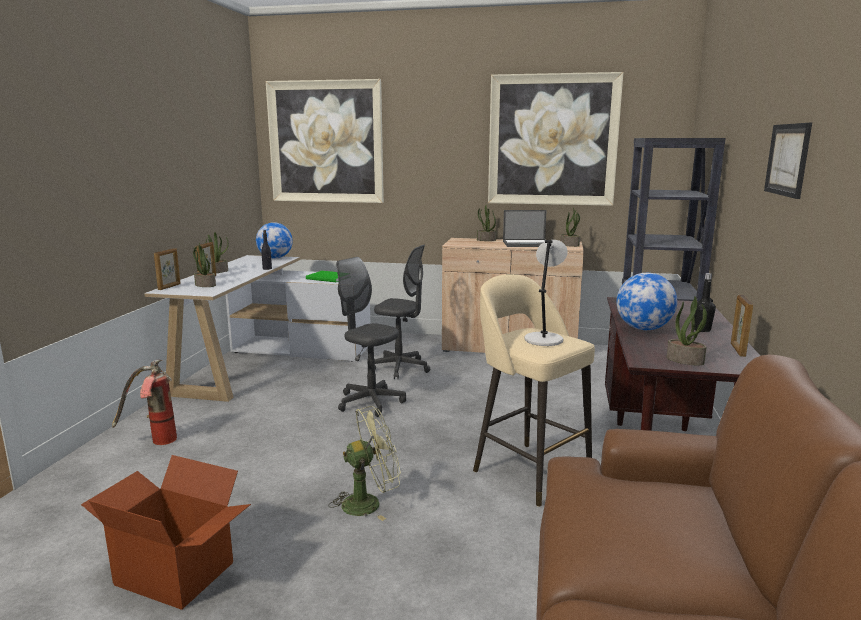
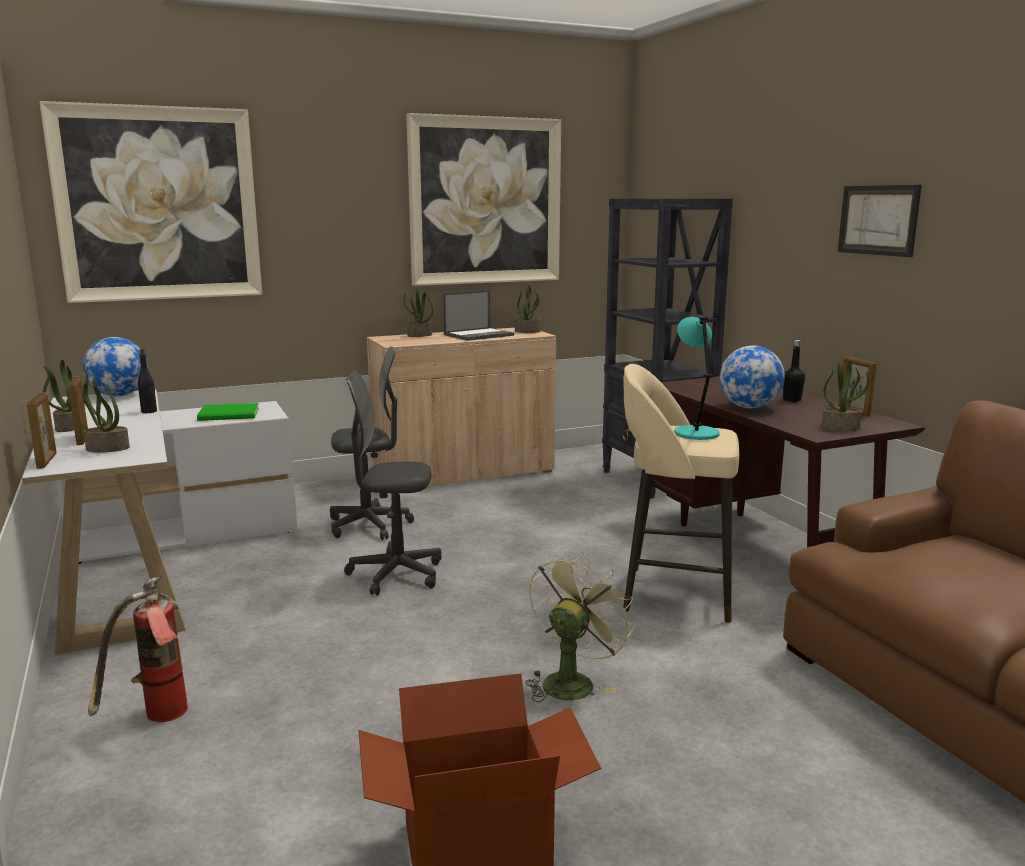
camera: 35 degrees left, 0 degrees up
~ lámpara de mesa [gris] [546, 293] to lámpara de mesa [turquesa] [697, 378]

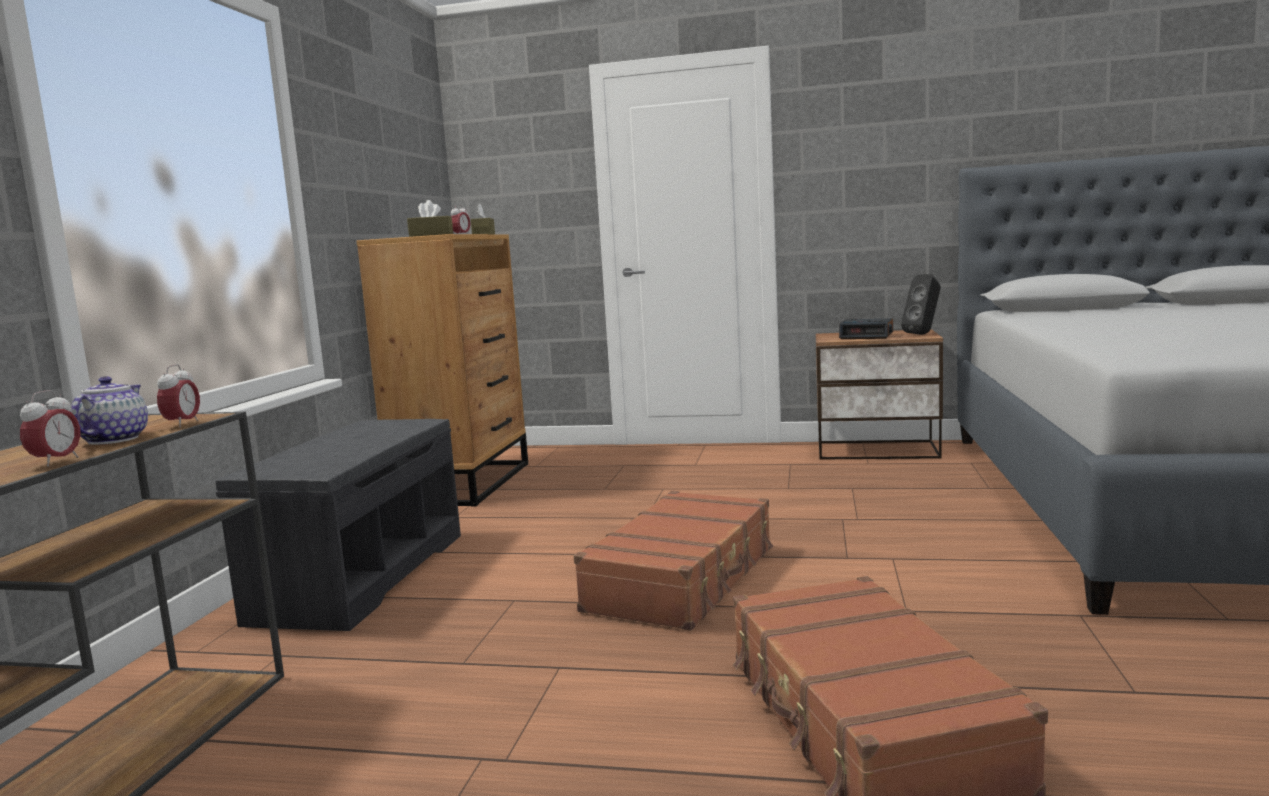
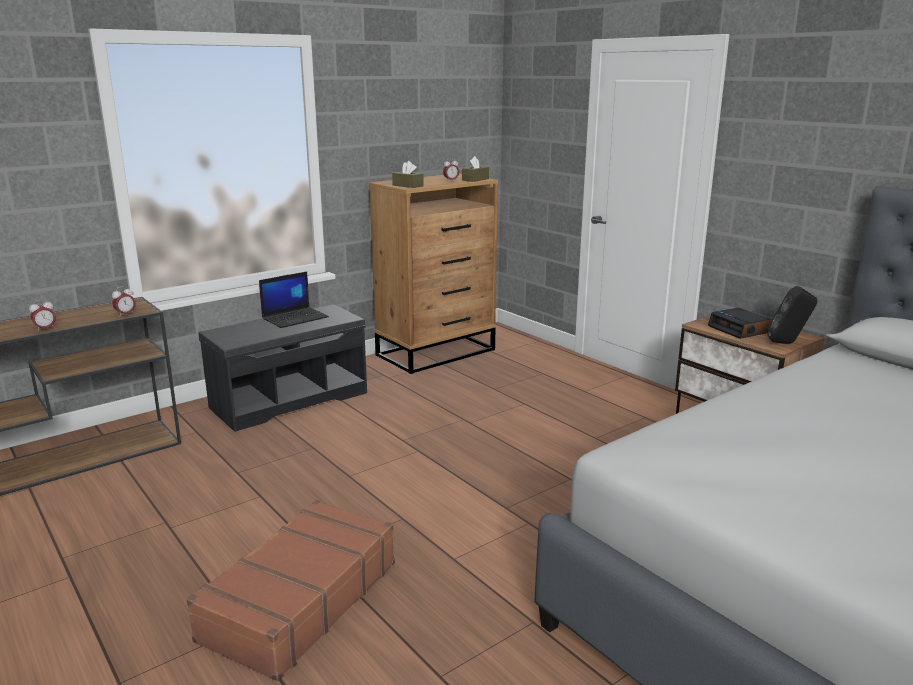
camera: 40 degrees right, 10 degrees up
+ portátil [294, 300]
- tetera [109, 410]
- maleta [marrón] [673, 561]

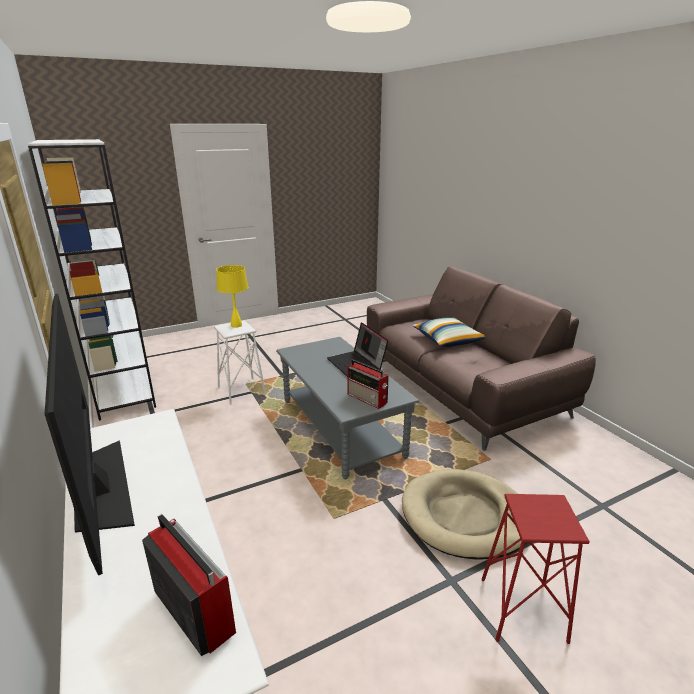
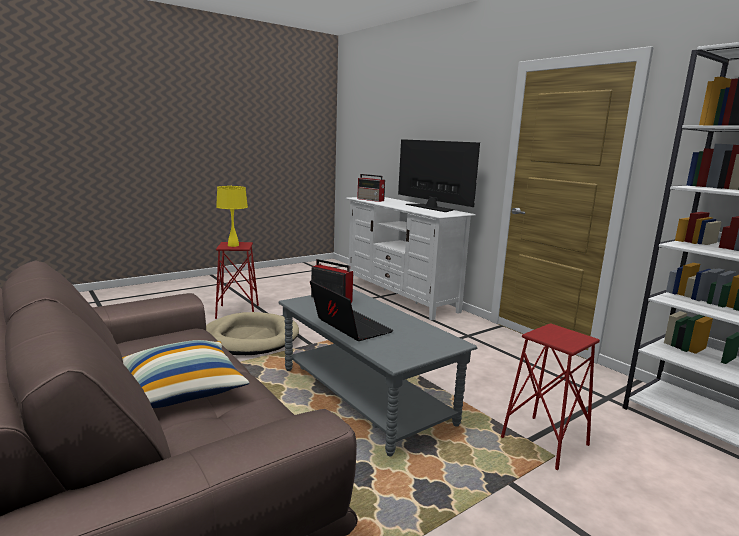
camera: 170 degrees right, 10 degrees down
~ lámpara de mesa [amarillo] [232, 296] to [232, 216]
~ taburete [blanco] [240, 362] to taburete [rojo] [550, 396]

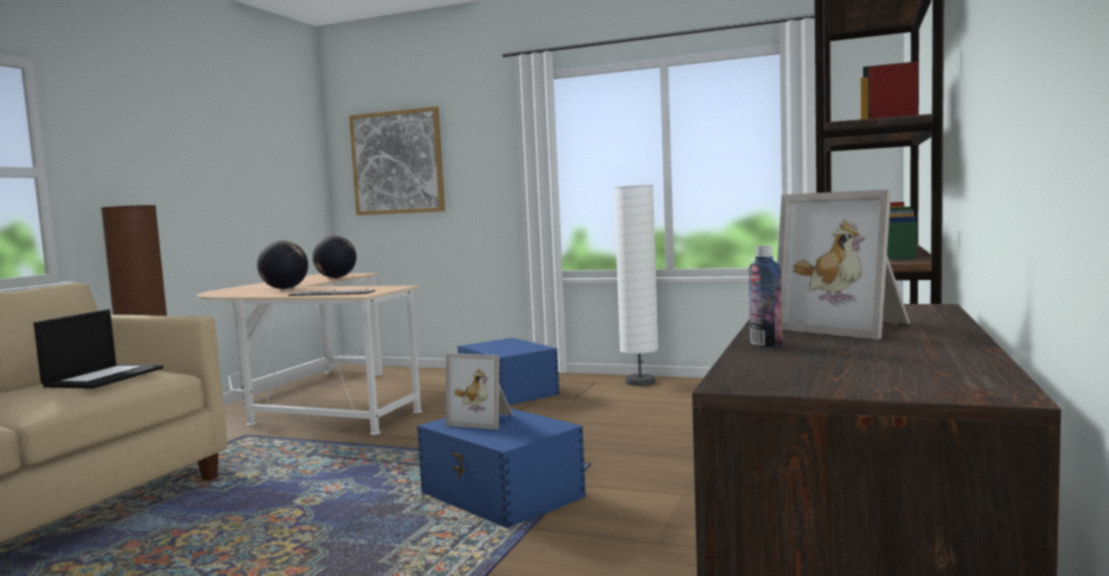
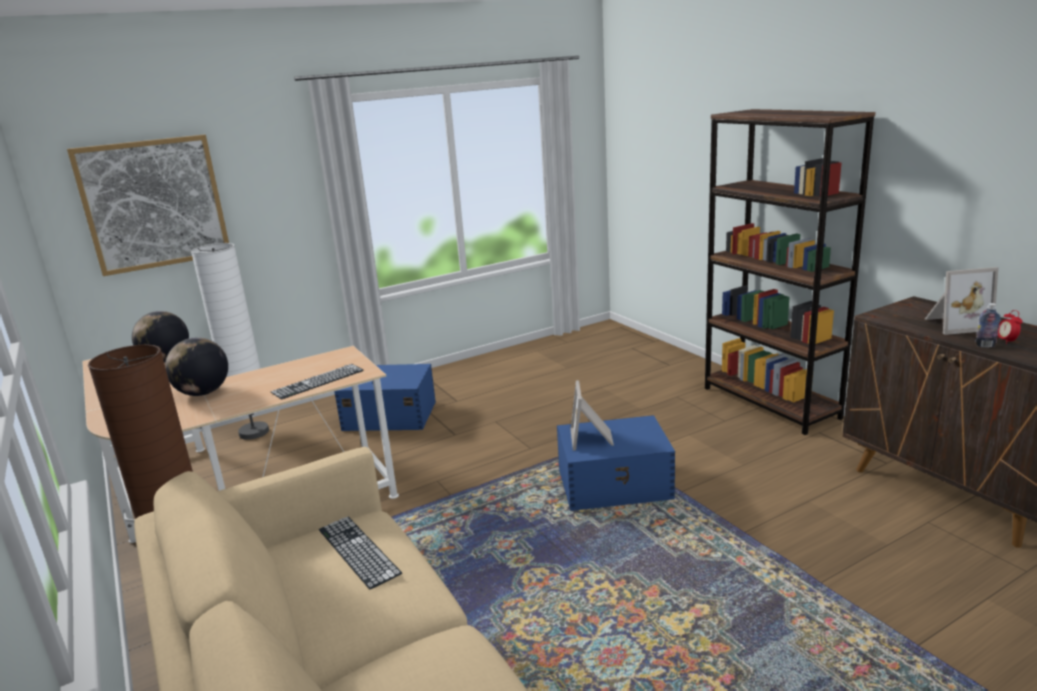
camera: 50 degrees left, 15 degrees up
~ lámpara de pie [blanco] [636, 285] to [230, 341]
~ portátil [98, 349] to teclado [360, 553]
~ portarretratos [479, 391] = [592, 415] 120 degrees clockwise
+ despertador [1009, 327]

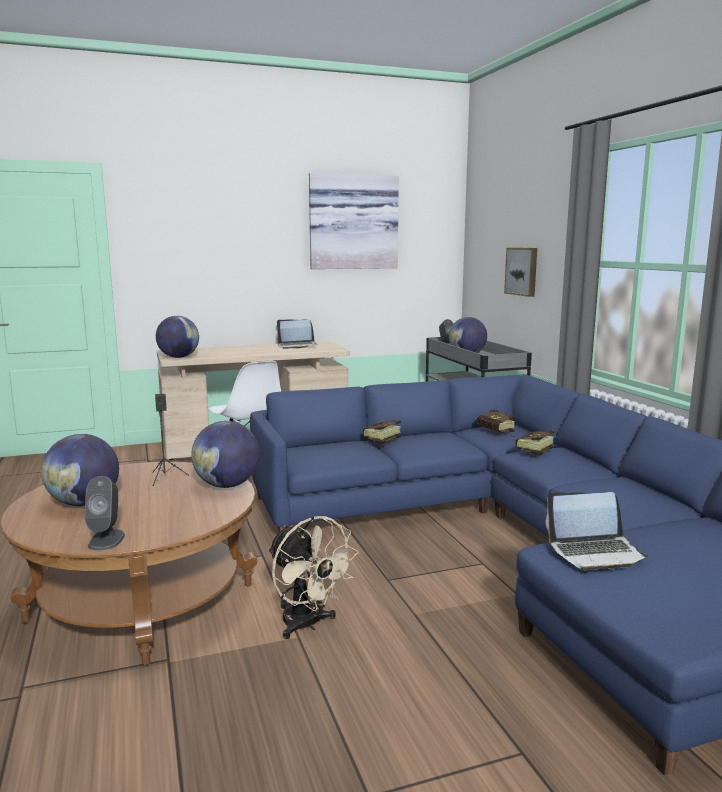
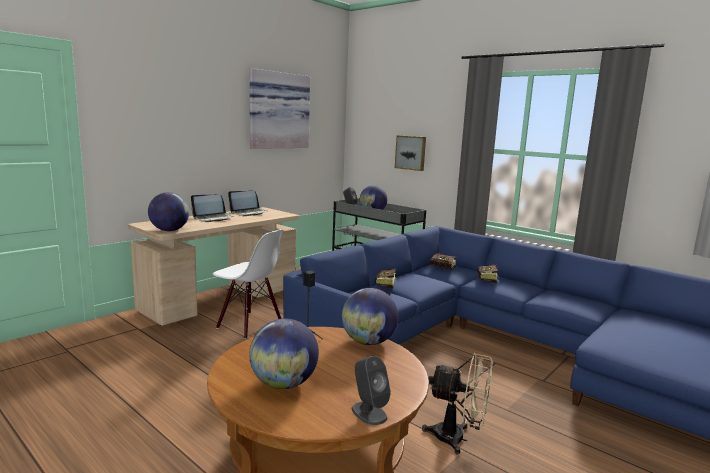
camera: 30 degrees left, 0 degrees up
~ portátil [597, 531] to [212, 208]

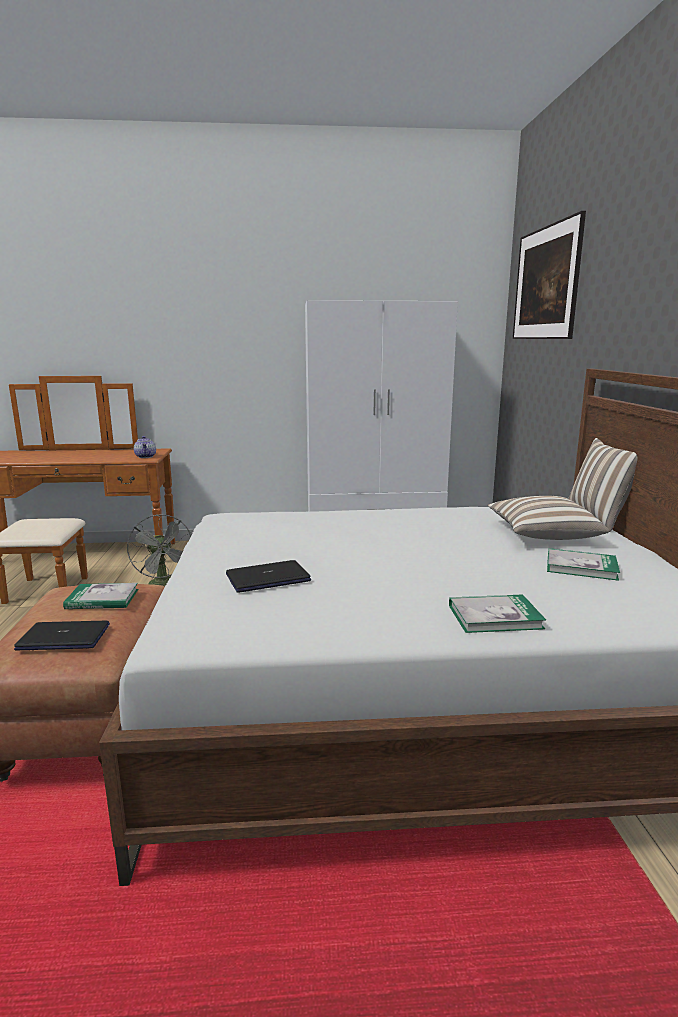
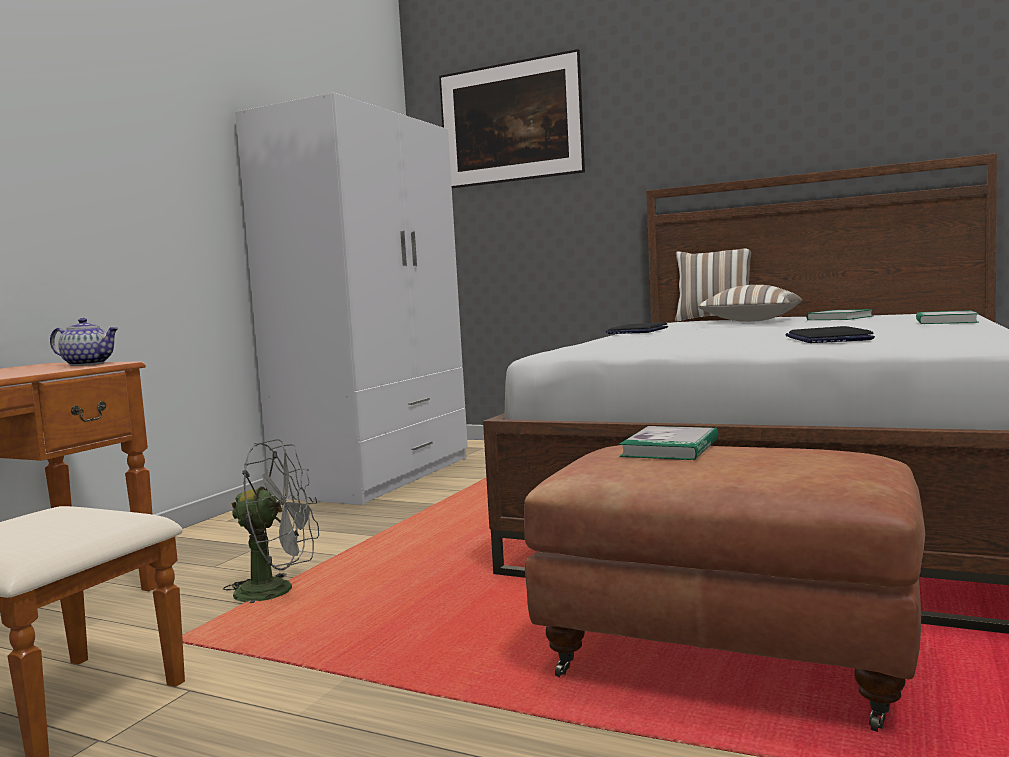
camera: 60 degrees left, 10 degrees down
~ portátil [62, 635] to [637, 328]

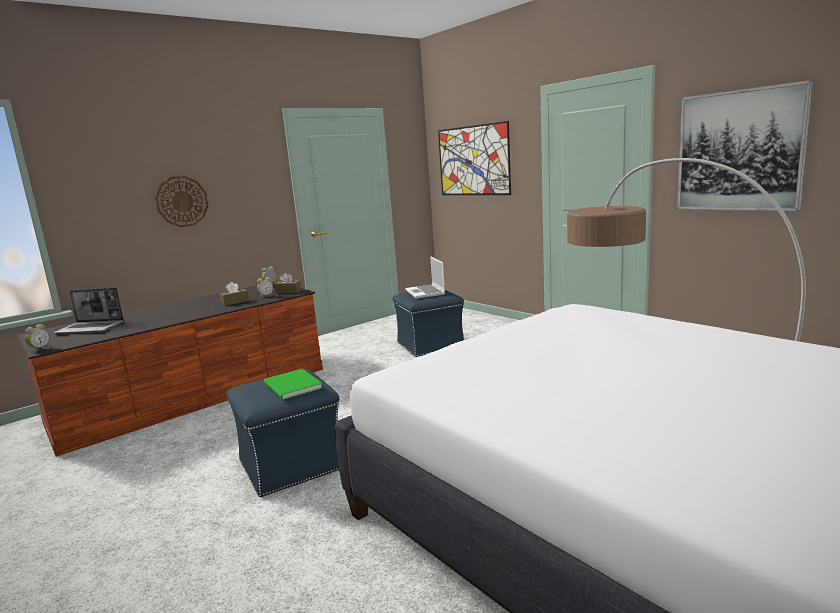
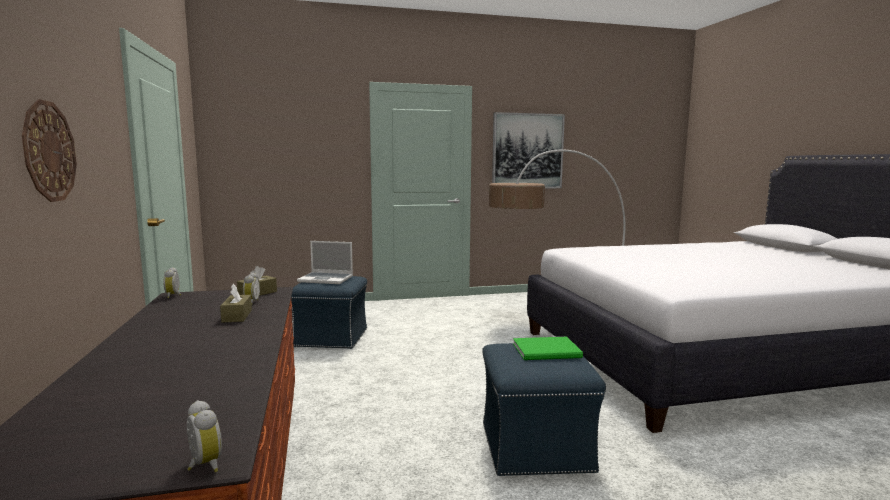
camera: 65 degrees left, 5 degrees down
- portátil [88, 311]
- cuadro [474, 158]

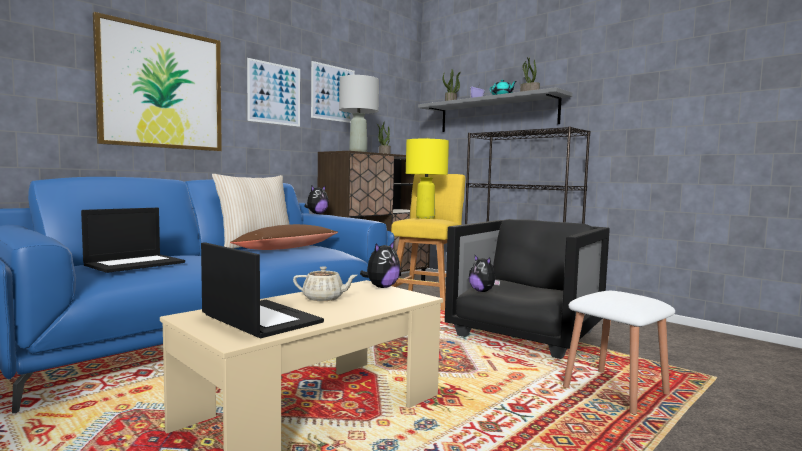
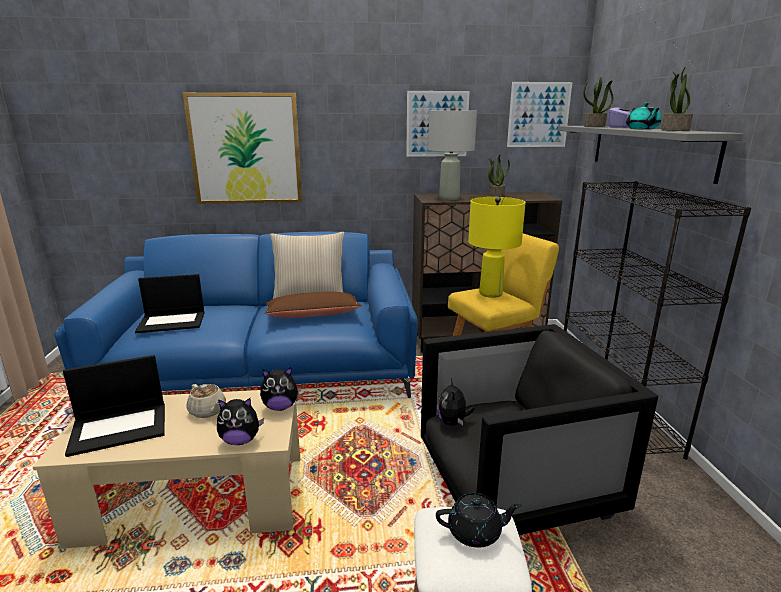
camera: 40 degrees right, 15 degrees up
~ portátil [262, 290] = [114, 406] 75 degrees clockwise
~ peluche [316, 200] to [240, 421]
+ tetera [negro] [479, 520]
~ cuadro [273, 92] to [539, 114]

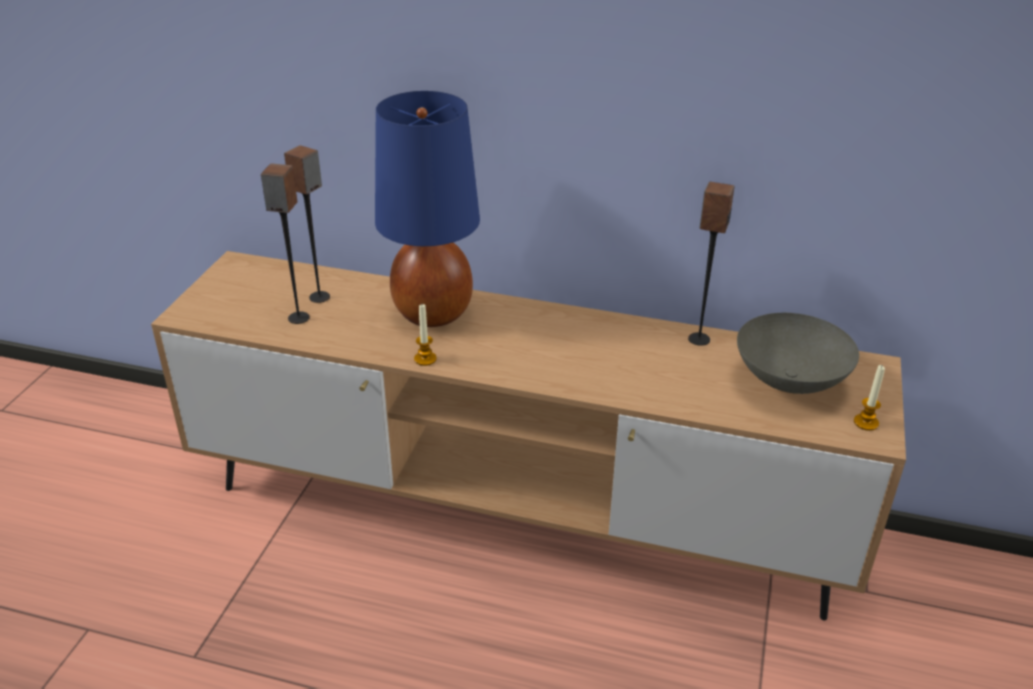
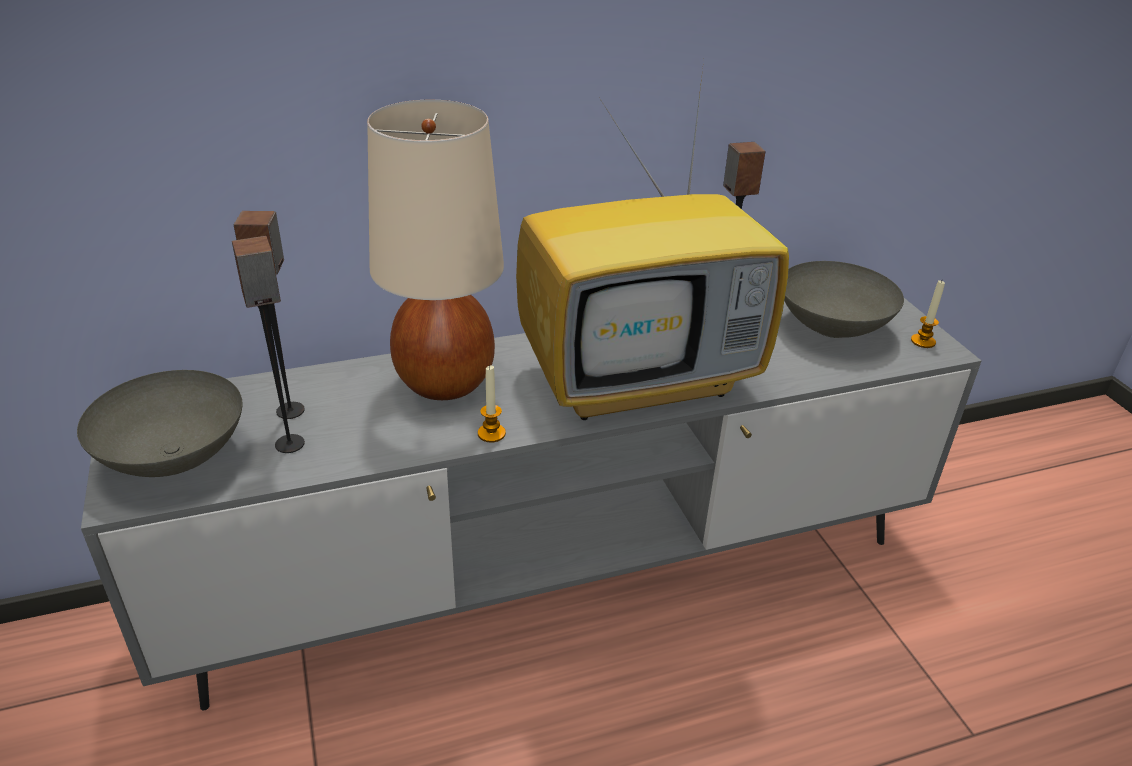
camera: 35 degrees left, 0 degrees up
+ cuenco [gris] [160, 423]
~ mueble de televisión [marrón] [528, 436] to mueble de televisión [gris] [531, 504]
~ lámpara de mesa [azul] [427, 209] to lámpara de mesa [beis] [435, 250]
+ televisor [652, 240]

